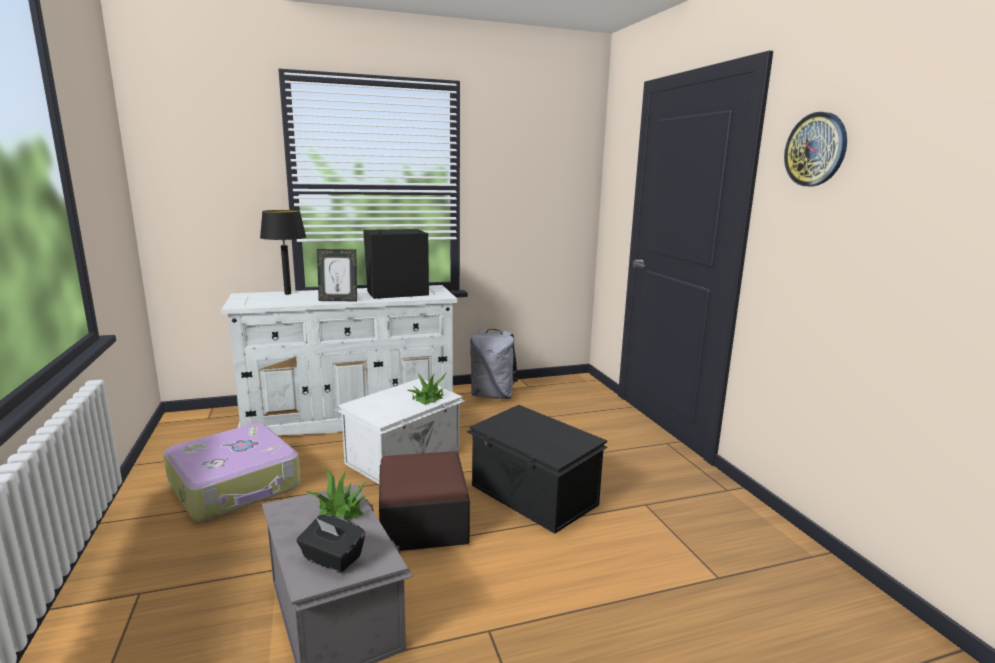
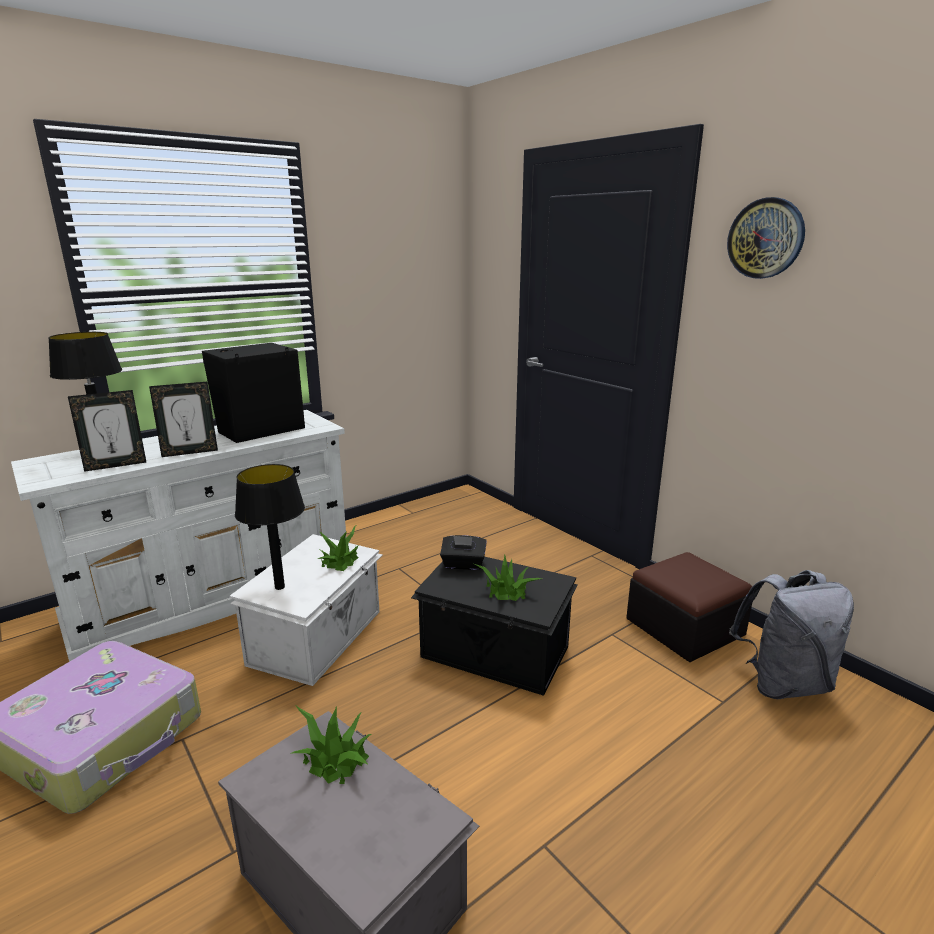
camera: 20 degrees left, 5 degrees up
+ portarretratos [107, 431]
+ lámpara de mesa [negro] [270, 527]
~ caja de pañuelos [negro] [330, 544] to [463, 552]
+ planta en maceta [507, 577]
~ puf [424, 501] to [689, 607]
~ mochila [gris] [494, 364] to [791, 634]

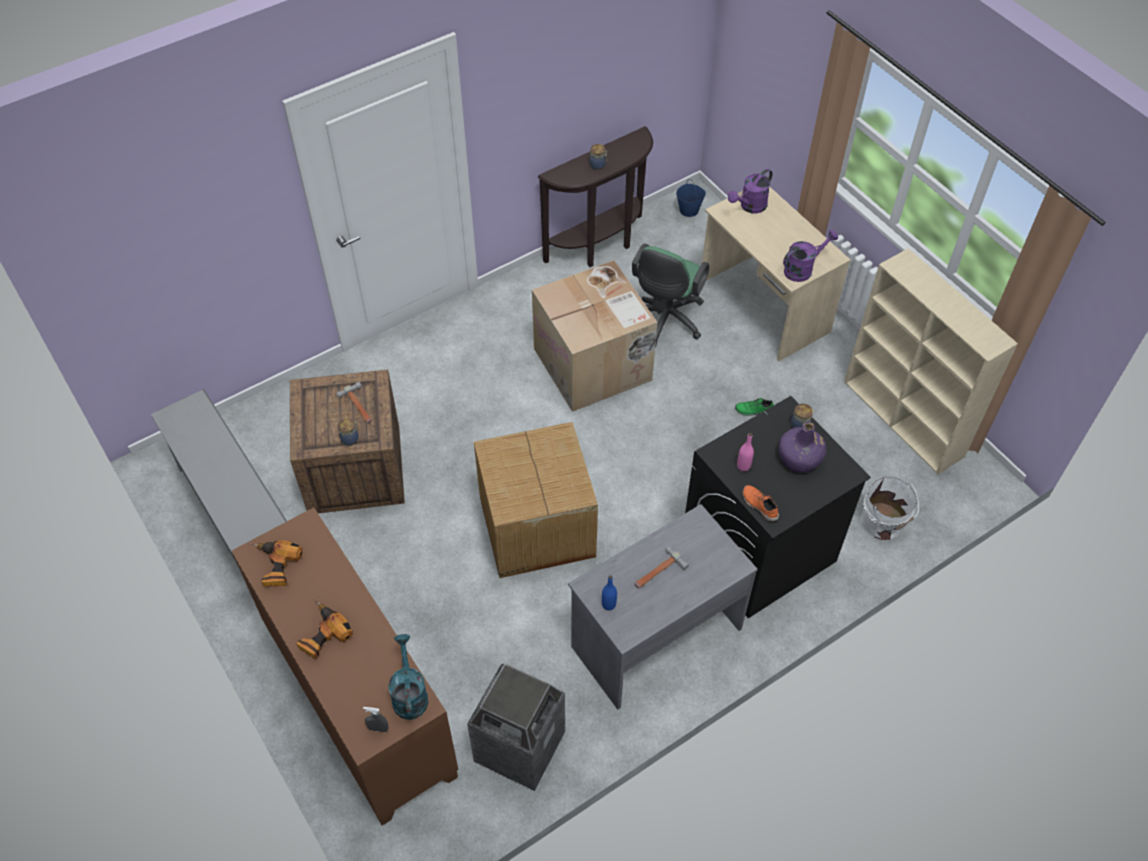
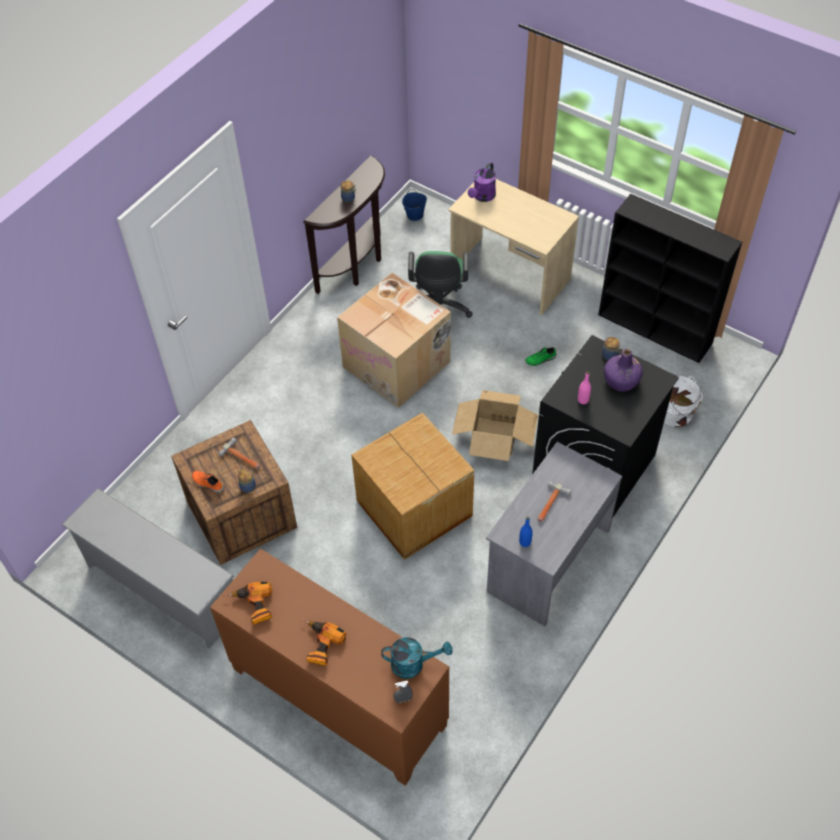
camera: 20 degrees left, 0 degrees up
~ zapato [naranja] [761, 503] to [208, 482]
~ regadera [turquesa] [408, 677] = [417, 658] 120 degrees clockwise
+ caja de cartón [495, 425]
~ estantería [beis] [931, 361] to estantería [negro] [670, 278]
- papelera [516, 727]
- regadera [morado] [810, 256]

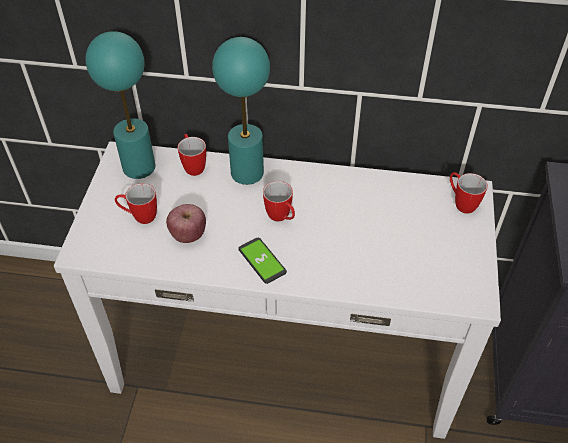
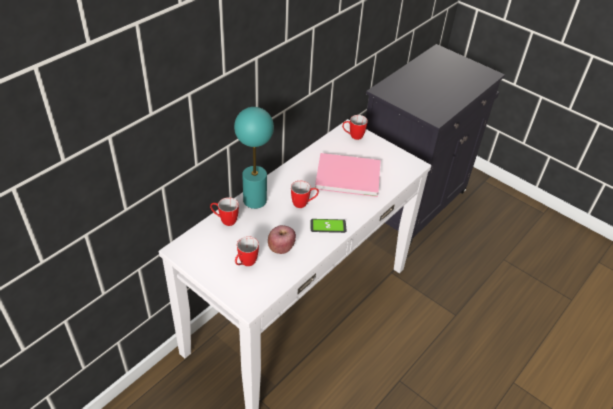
camera: 60 degrees left, 5 degrees down
+ libro [rosa] [348, 175]
- lámpara de mesa [turquesa] [121, 105]

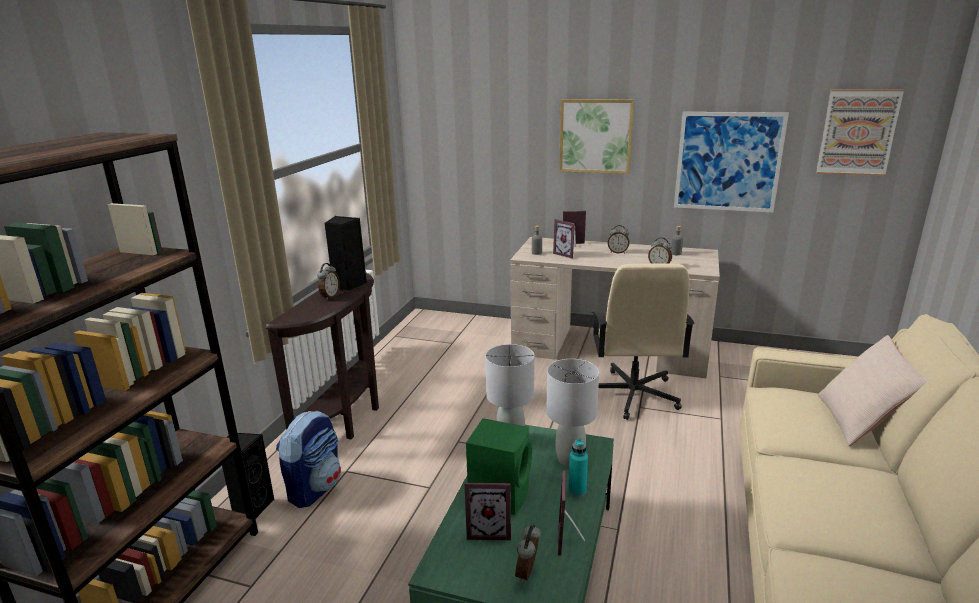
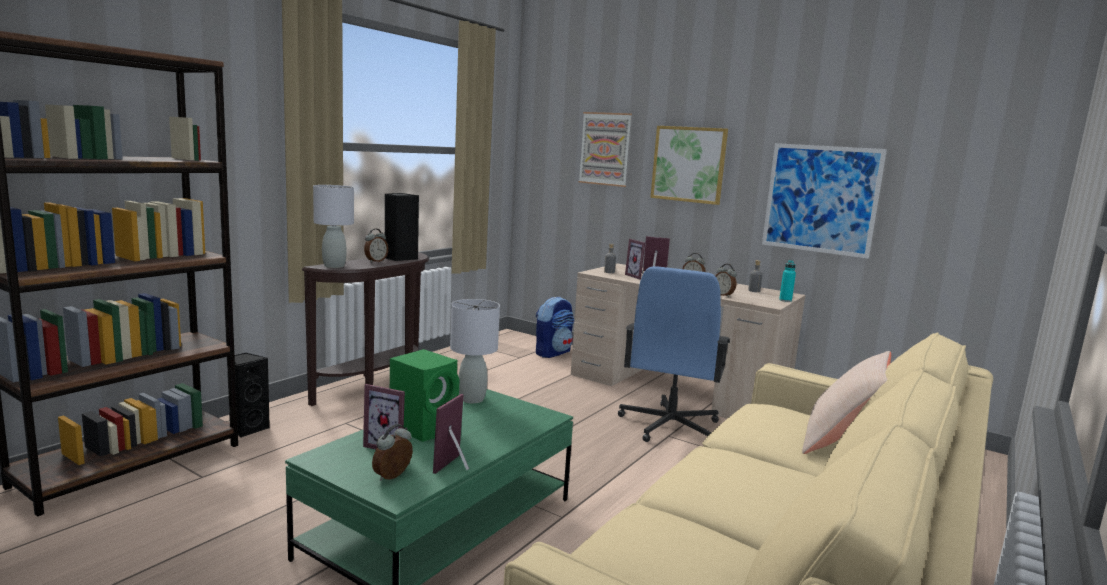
camera: 15 degrees right, 10 degrees down
~ lámpara de mesa [gris] [572, 413] to [333, 226]
~ mochila [308, 459] to [555, 327]
~ cuadro [860, 132] to [605, 149]
~ silla de oficina [beis] [643, 342] to silla de oficina [azul] [674, 354]
~ botella [turquesa] [578, 467] to [787, 281]

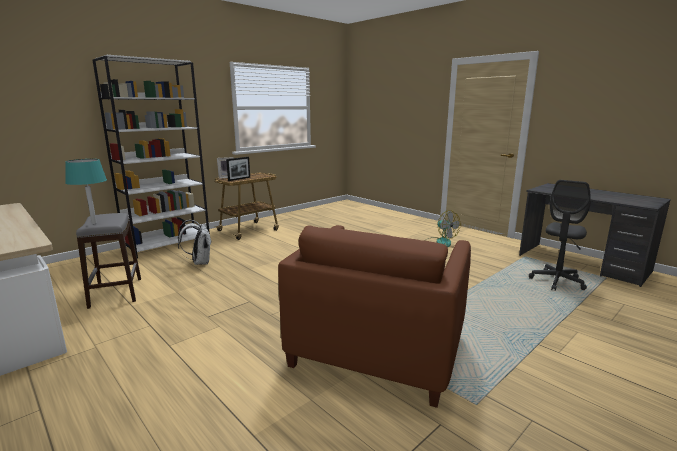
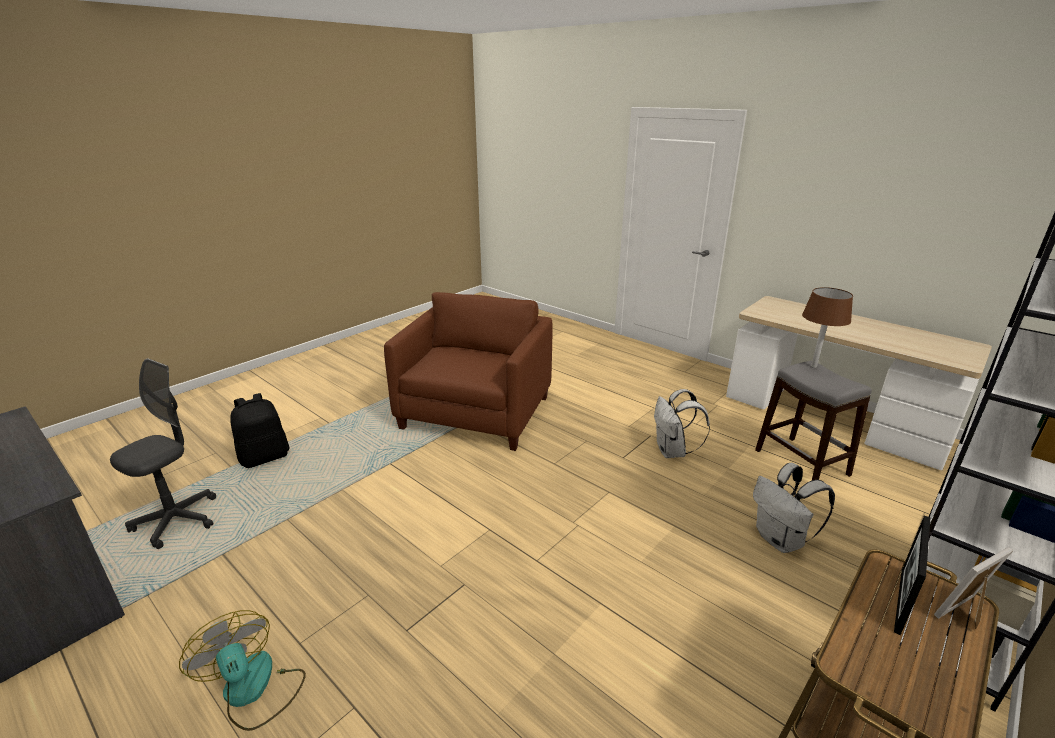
camera: 175 degrees right, 10 degrees up
+ mochila [negro] [260, 430]
+ mochila [blanco] [682, 423]
~ lámpara de mesa [turquesa] [86, 191] to lámpara de mesa [marrón] [827, 327]

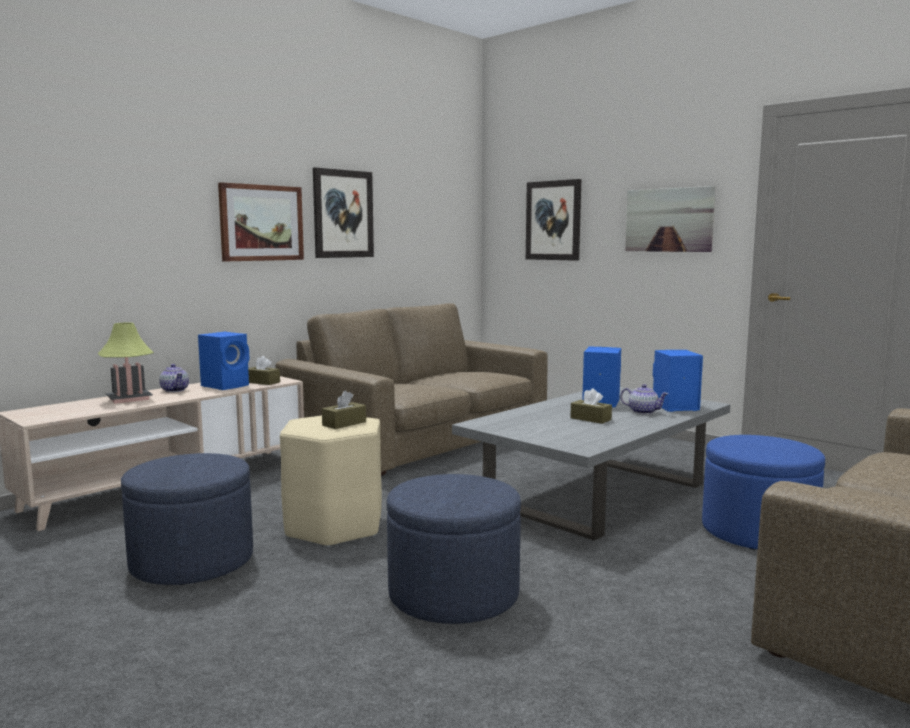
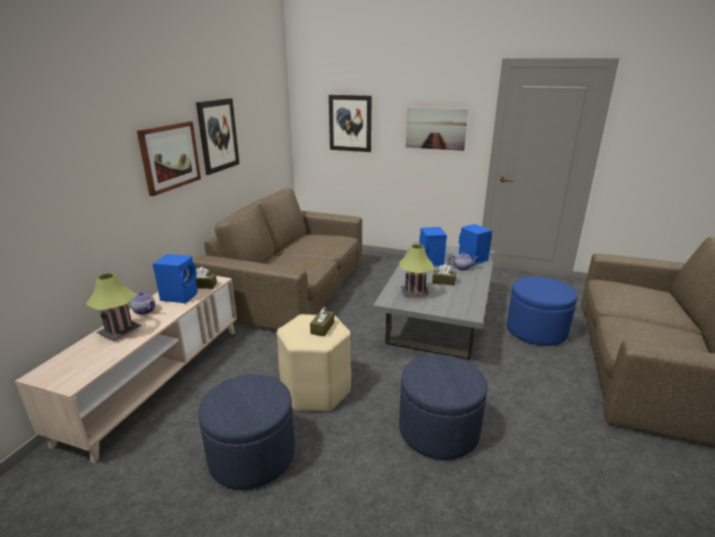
camera: 25 degrees left, 15 degrees up
+ lámpara de mesa [416, 271]

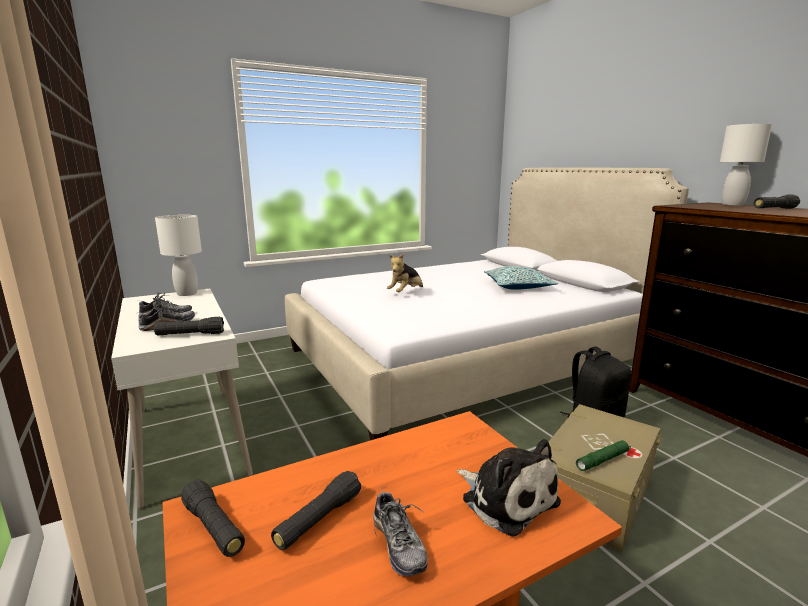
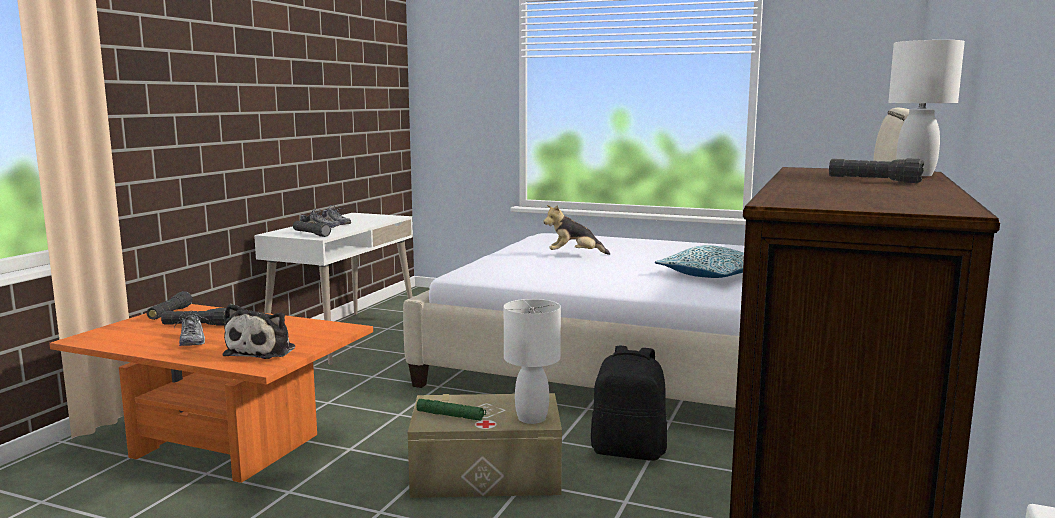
camera: 50 degrees right, 5 degrees down
~ zapato [400, 533] = [191, 328] 45 degrees counterclockwise
~ lámpara de mesa [blanco] [178, 255] to [532, 361]

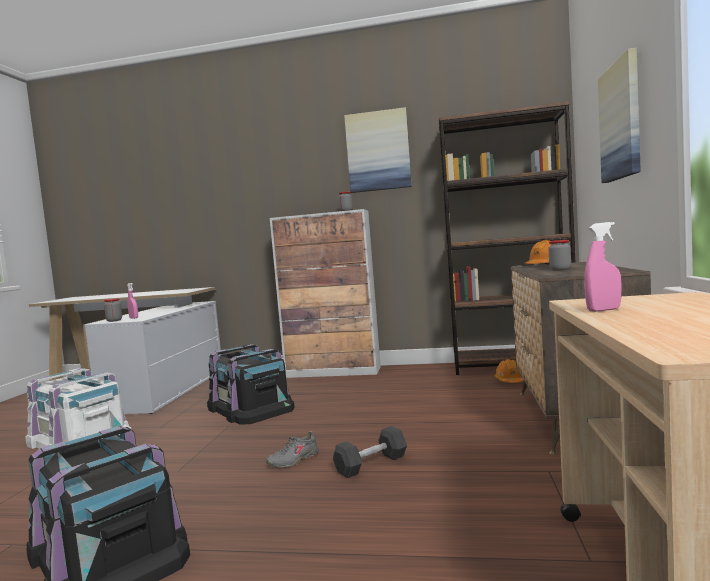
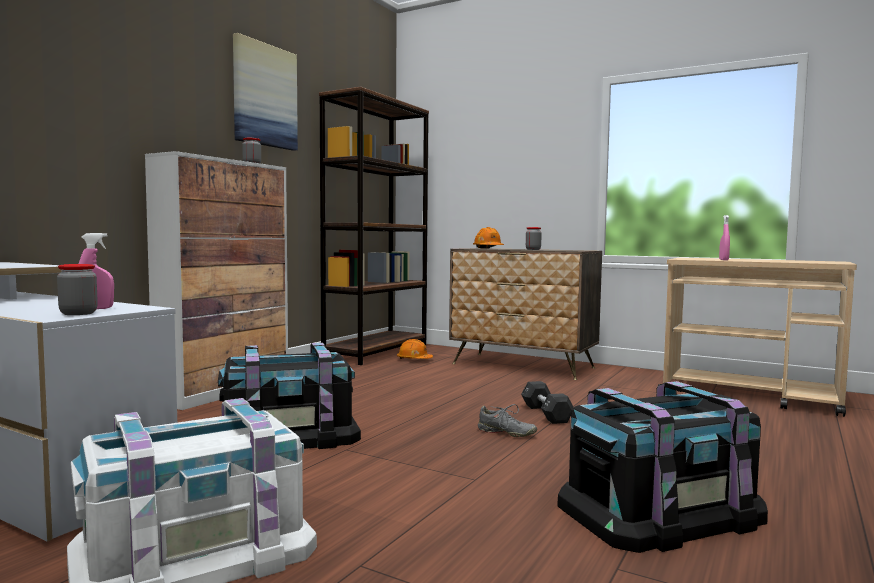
camera: 70 degrees left, 0 degrees up
~ zapato [gris] [292, 449] = [507, 420] 45 degrees counterclockwise
- cuadro [619, 115]

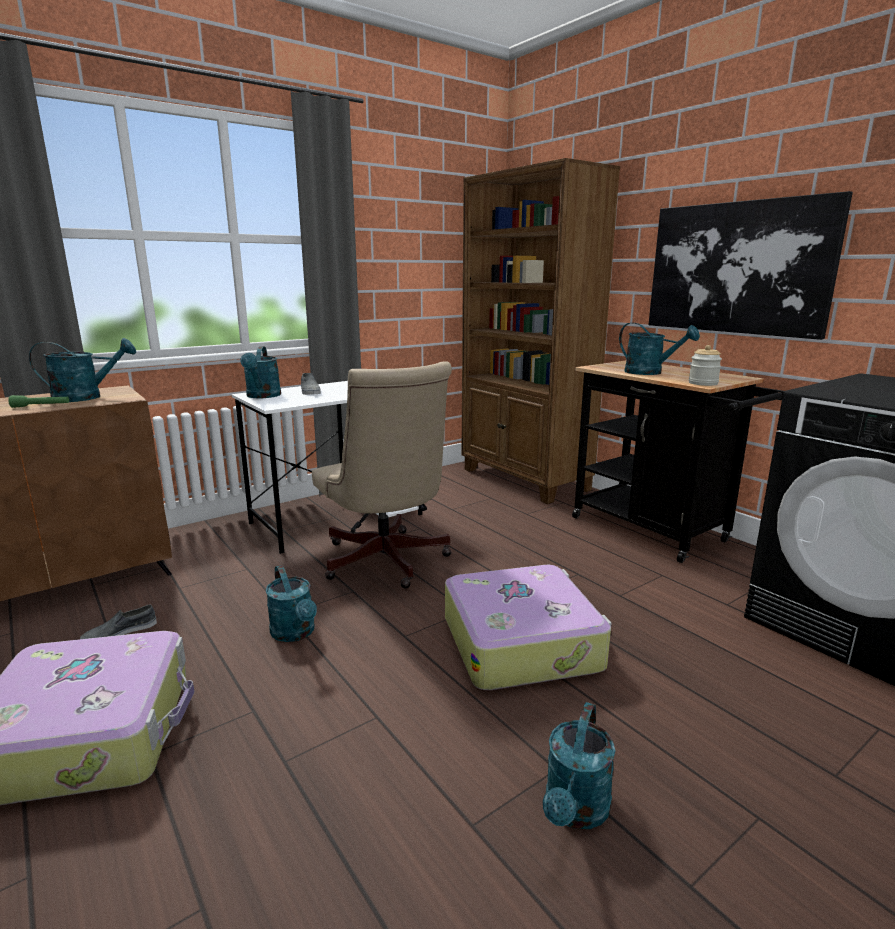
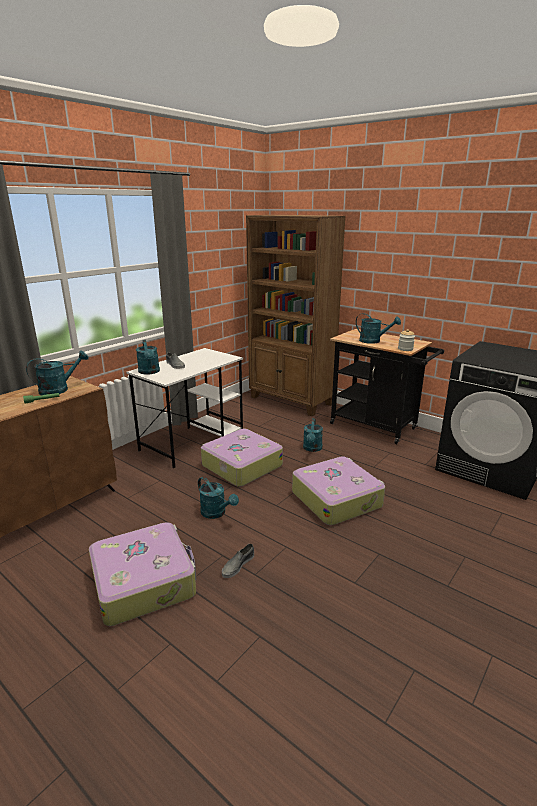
camera: 15 degrees left, 5 degrees up
~ silla de oficina [beis] [382, 474] to maleta [242, 458]
~ zapato [gris] [118, 622] to [238, 561]
~ regadera [turquesa] [579, 765] to [313, 435]
- cuadro [751, 265]

